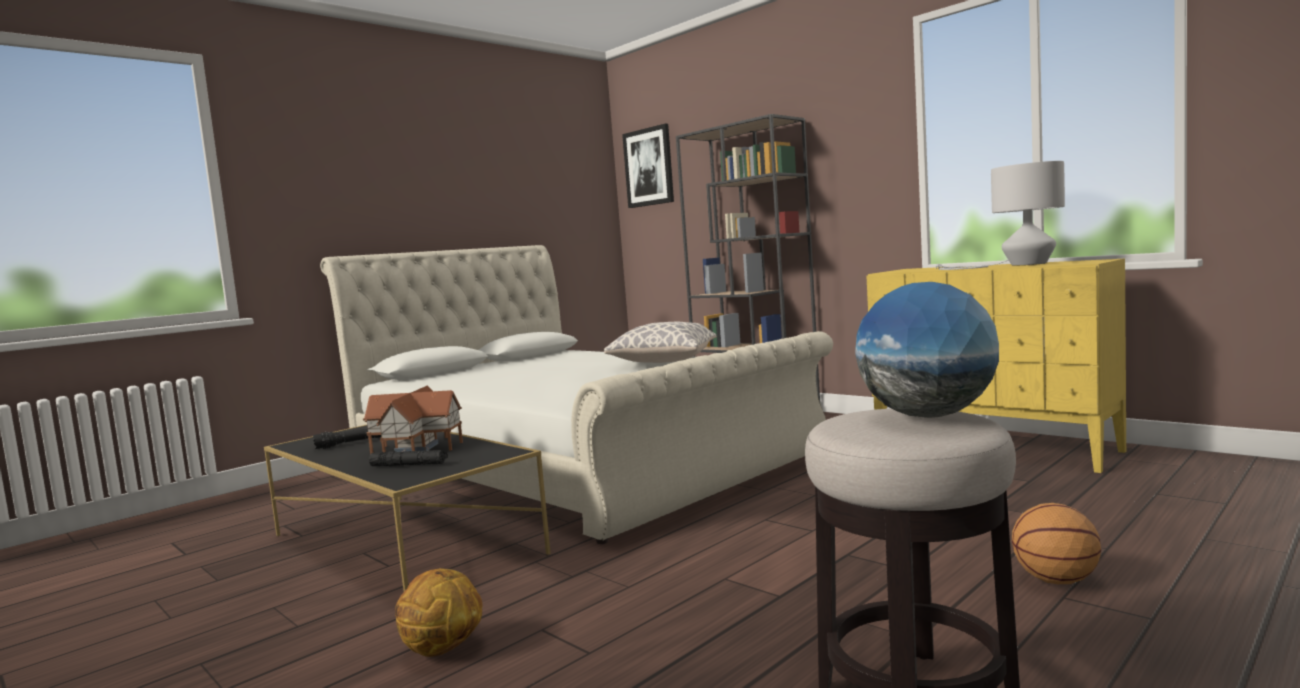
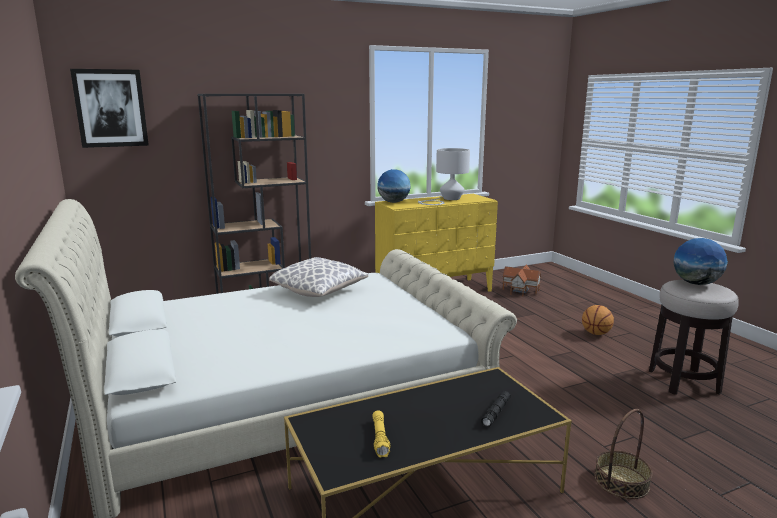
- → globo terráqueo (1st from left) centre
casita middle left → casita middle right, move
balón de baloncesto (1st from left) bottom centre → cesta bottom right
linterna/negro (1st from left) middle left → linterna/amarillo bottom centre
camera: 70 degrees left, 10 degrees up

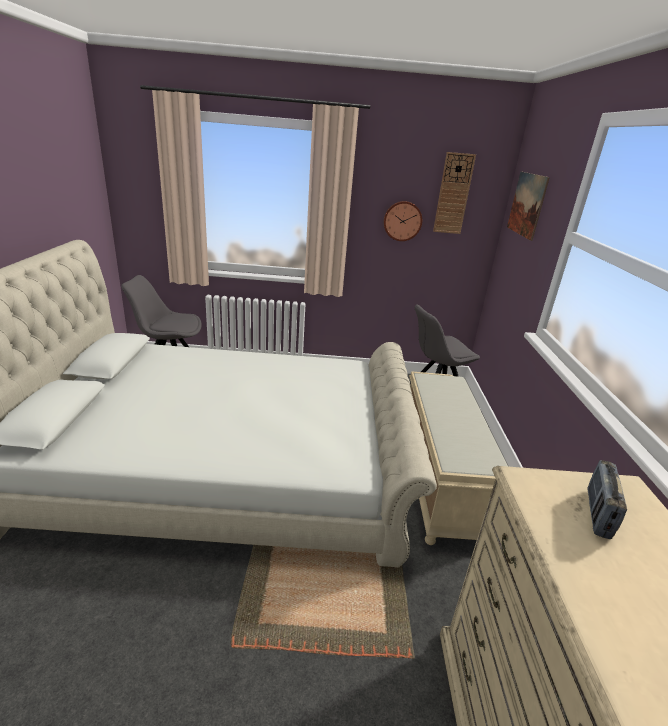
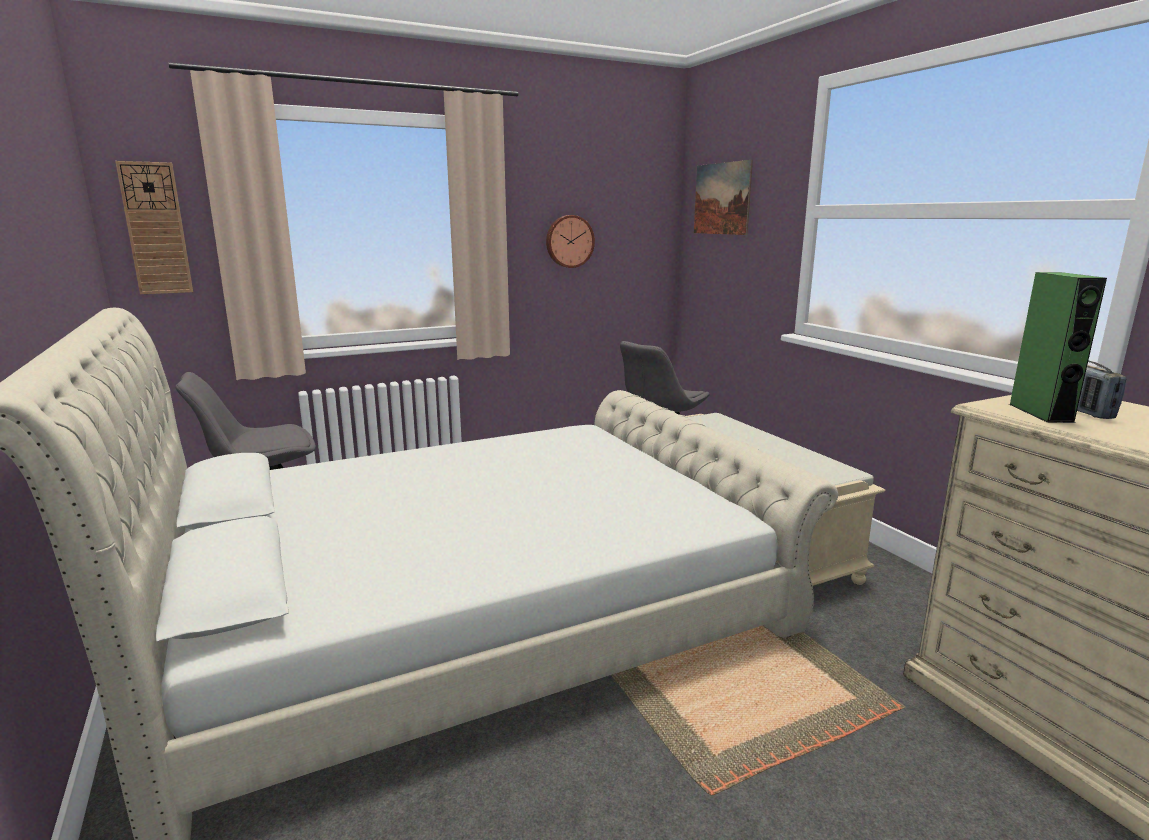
- → altavoz/verde middle right
reloj de pared (2nd from left in the first image) top right → reloj de pared (1st from left) top left, move
camera: 25 degrees left, 10 degrees down

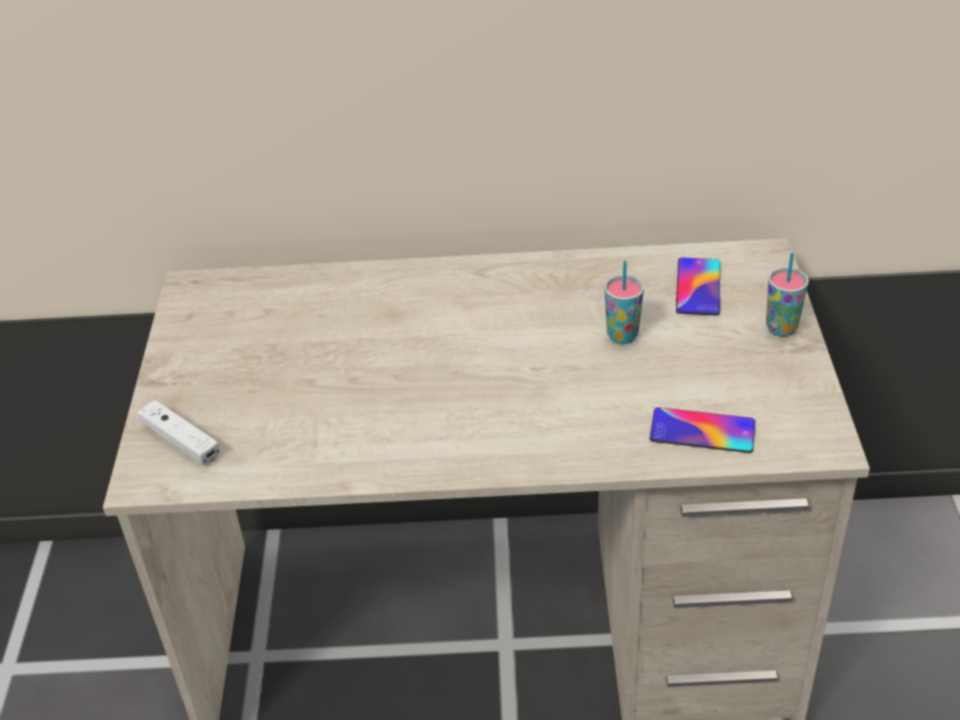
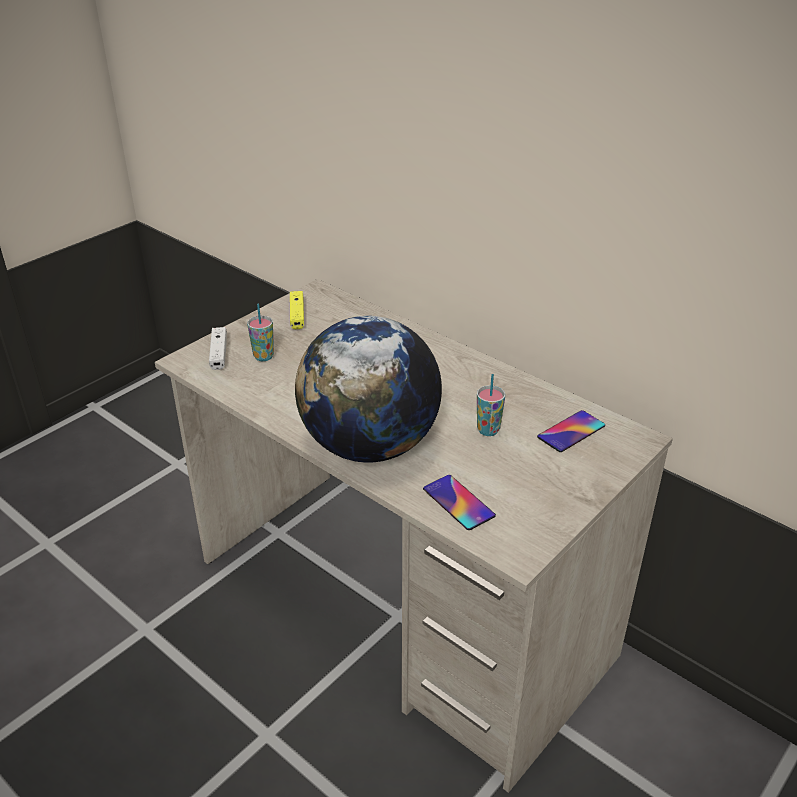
- → mando de consola/amarillo centre
- → globo terráqueo centre
taza (2nd from left in the first image) middle right → taza (1st from left) middle left, move
camera: 40 degrees right, 5 degrees down

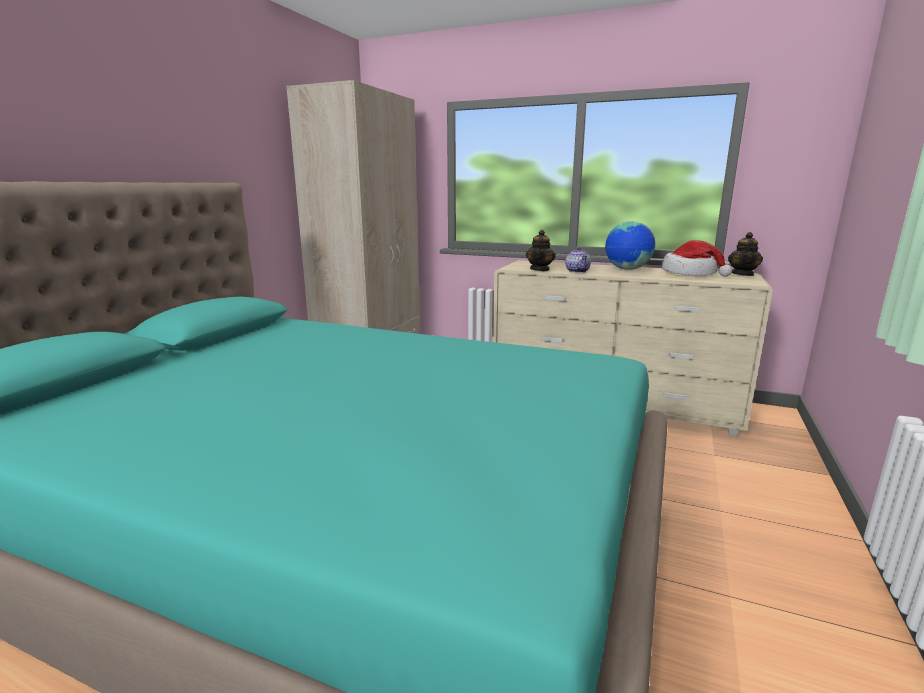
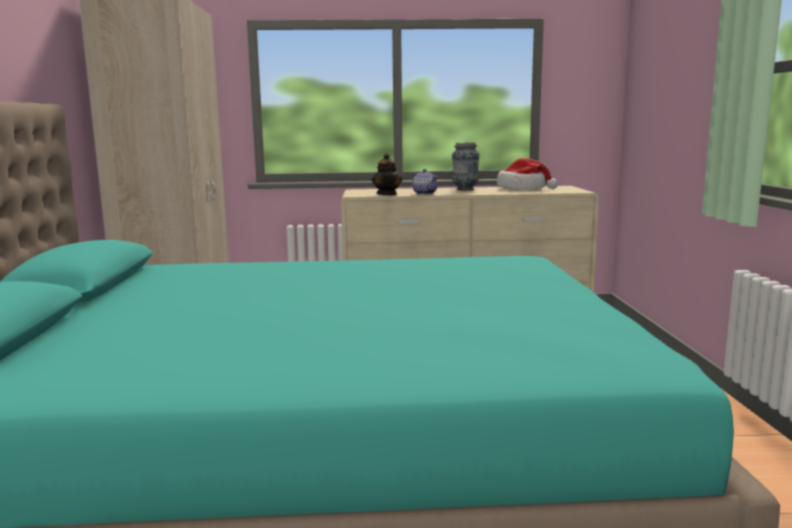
tetera (3rd from left) middle right → -
globo terráqueo middle right → florero top centre
camera: 25 degrees left, 5 degrees down

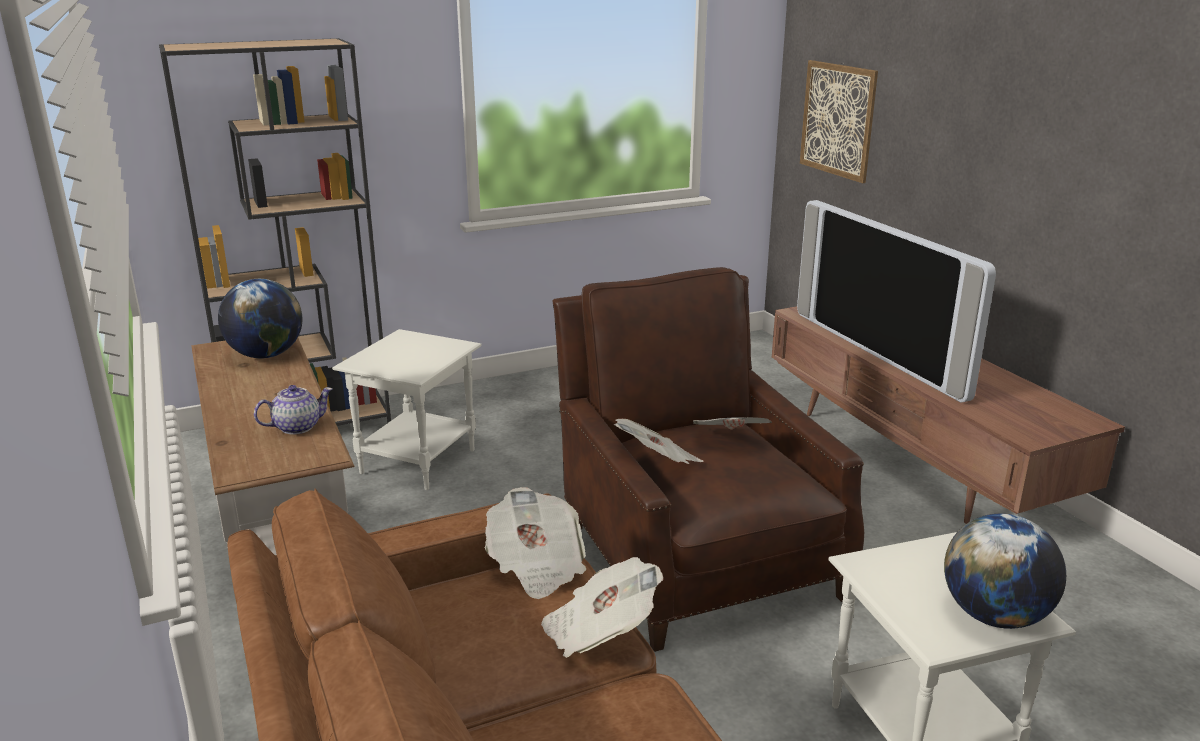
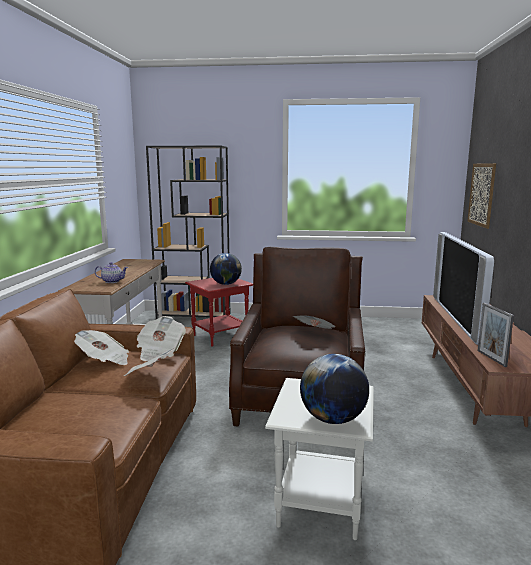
- → portarretratos middle right
globo terráqueo (1st from left) middle left → globo terráqueo (1st from left) centre, move
periódico (3rd from left in the first image) centre → periódico (1st from left) middle left, move
mesa auxiliar/blanco (1st from left) centre → mesa auxiliar/rojo centre
camera: 30 degrees right, 10 degrees down

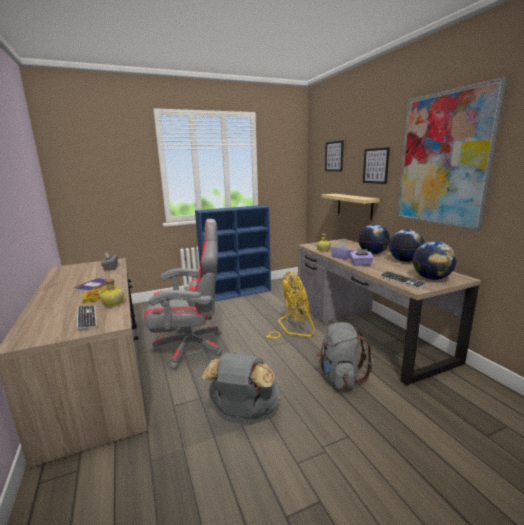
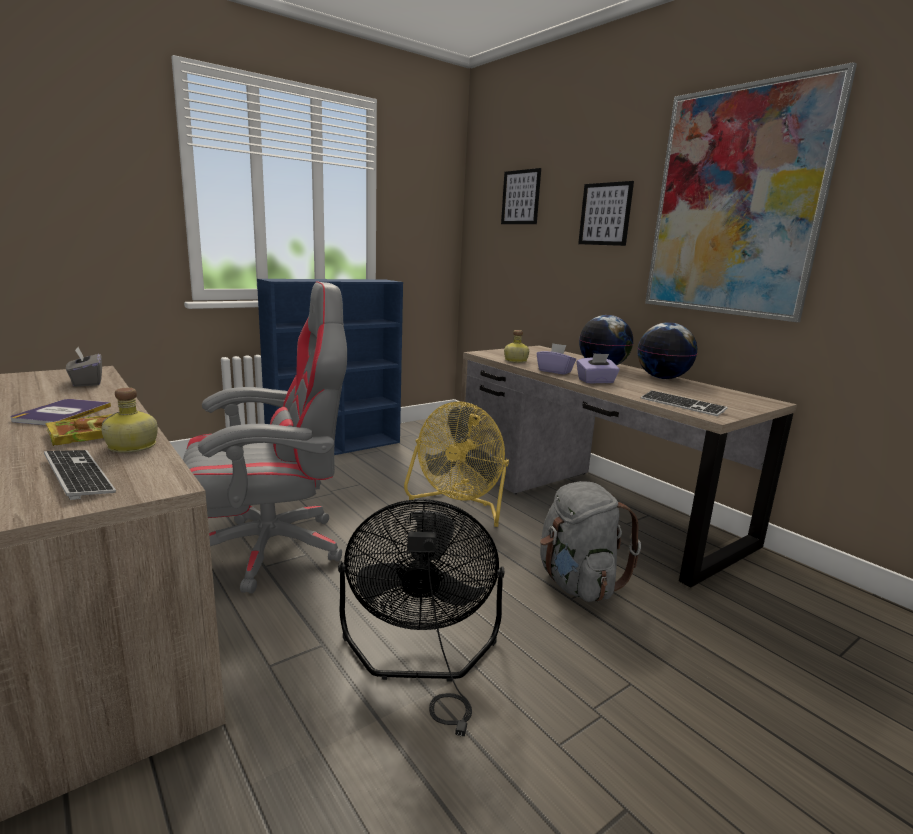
estante middle right → -
globo terráqueo (3rd from left) middle right → -
mochila/gris (1st from left) bottom centre → ventilador/negro bottom centre
ventilador/amarillo centre, 150 degrees clockwise
camera: 15 degrees left, 0 degrees up

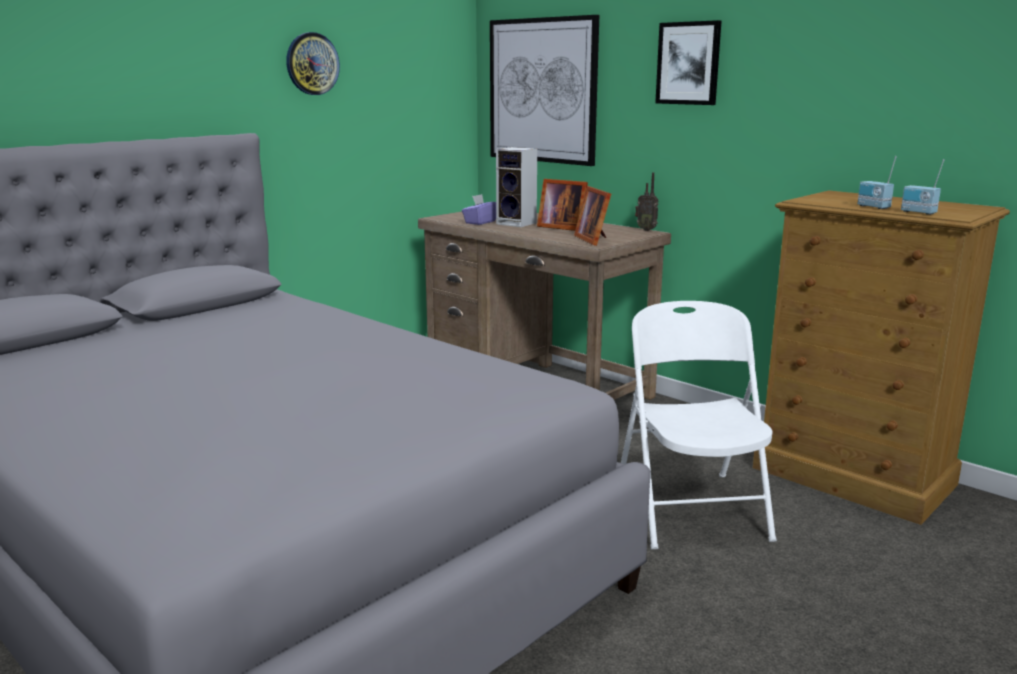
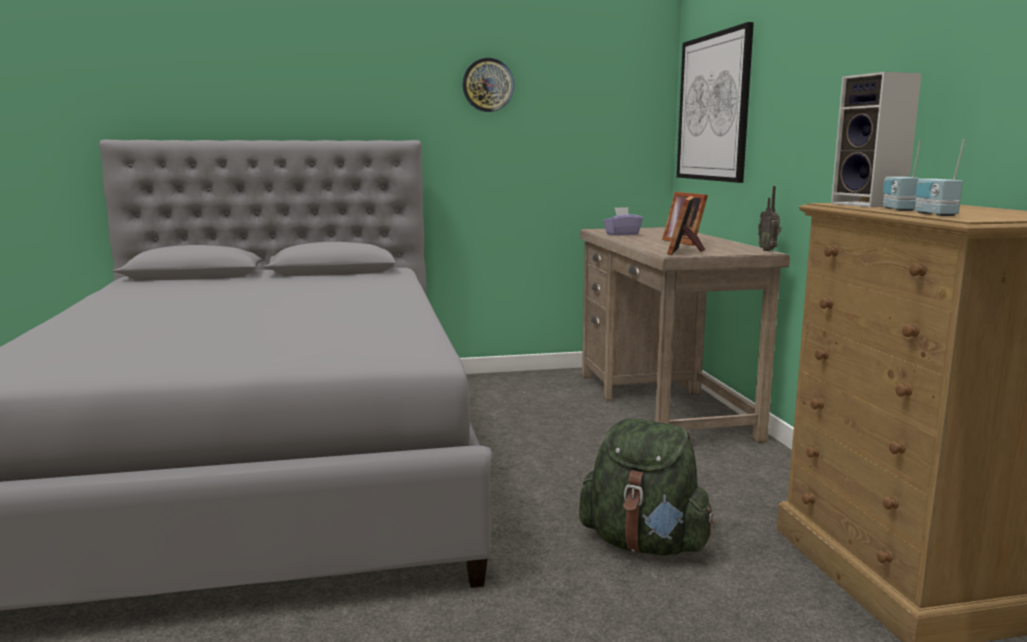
cuadro (2nd from left) top right → -
altavoz top centre → altavoz top right, move
silla/blanco middle right → mochila/verde bottom centre
camera: 35 degrees right, 5 degrees down

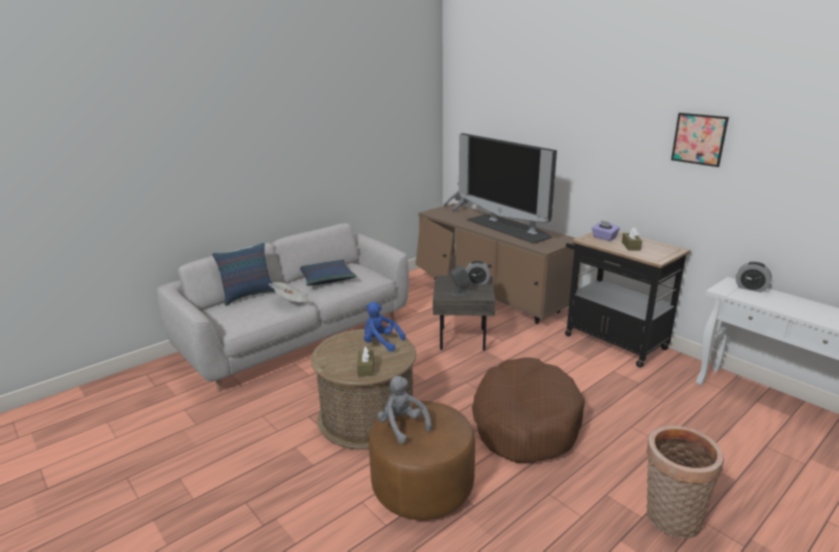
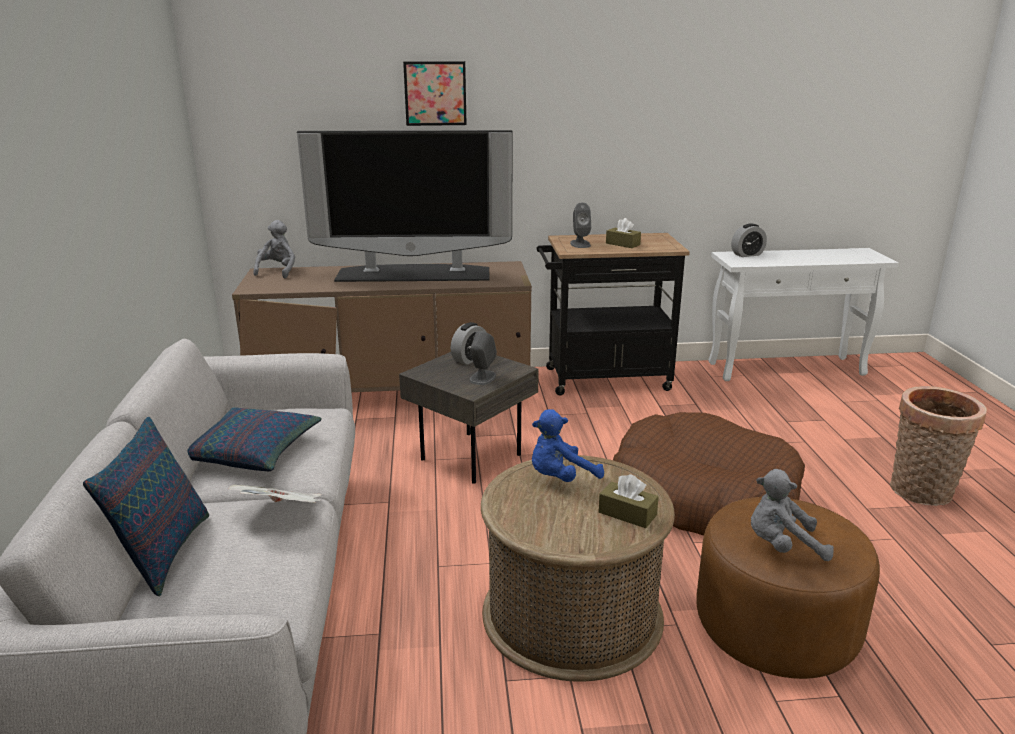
cuadro top right → cuadro top centre, move
caja de pañuelos/morado middle right → altavoz/gris (2nd from left) top centre
camera: 55 degrees left, 0 degrees up

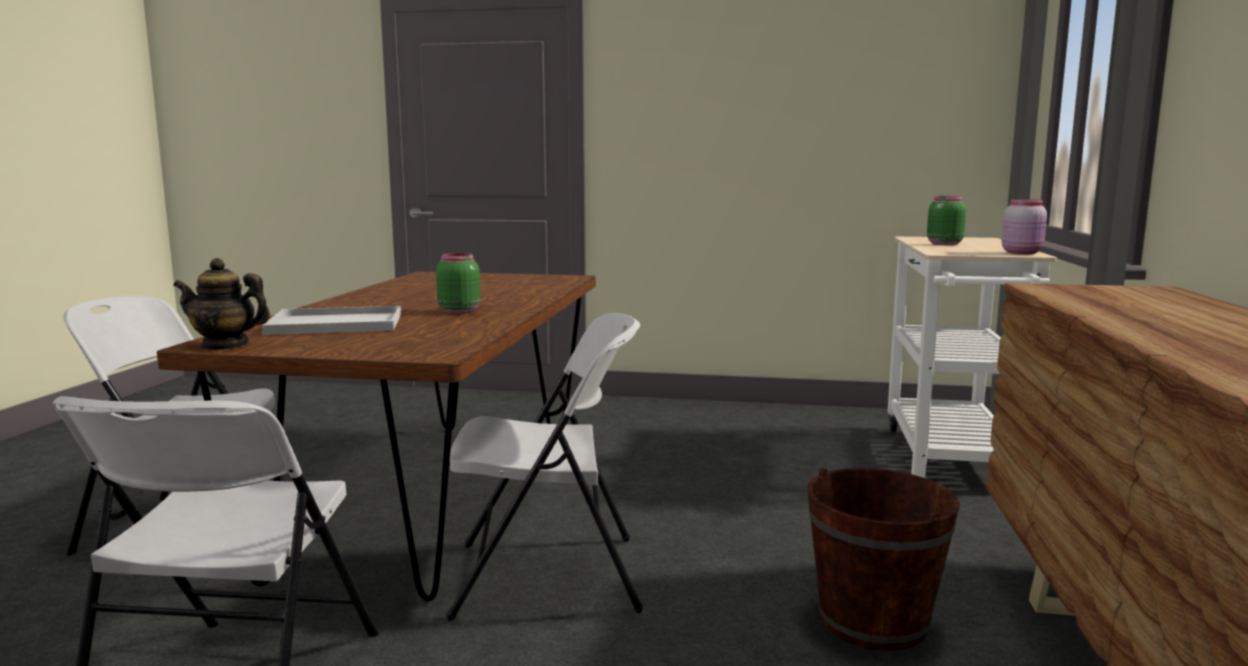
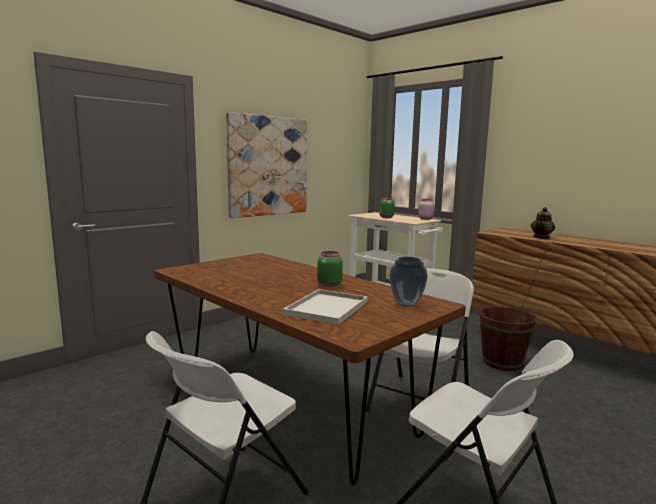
- → cuadro top centre
- → florero centre
tetera middle left → tetera middle right, move
camera: 55 degrees left, 0 degrees up

